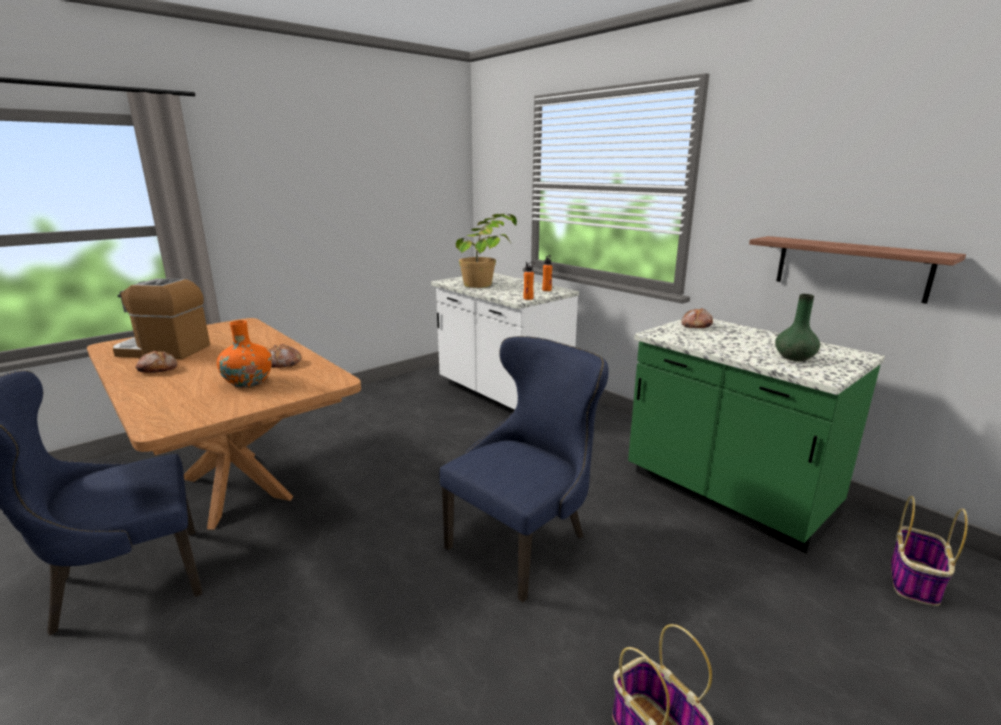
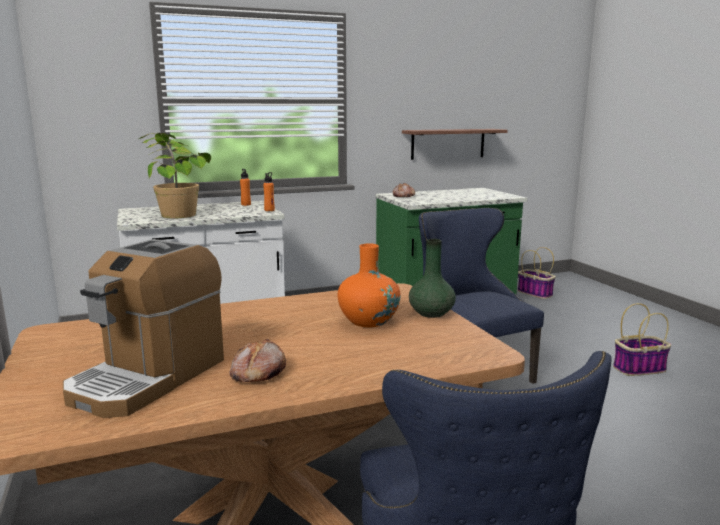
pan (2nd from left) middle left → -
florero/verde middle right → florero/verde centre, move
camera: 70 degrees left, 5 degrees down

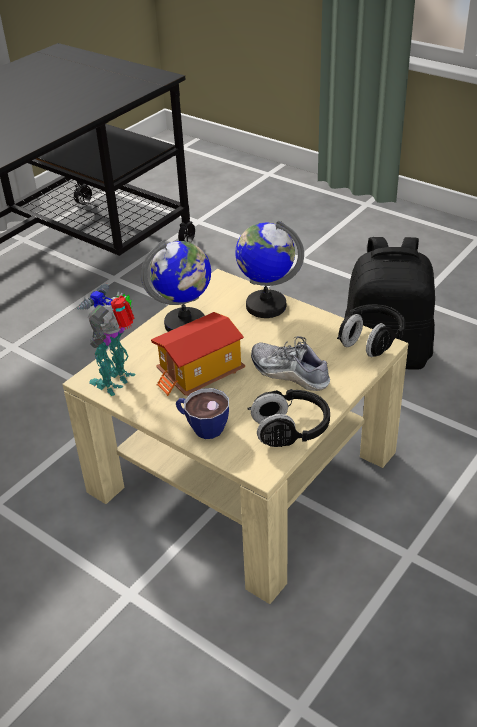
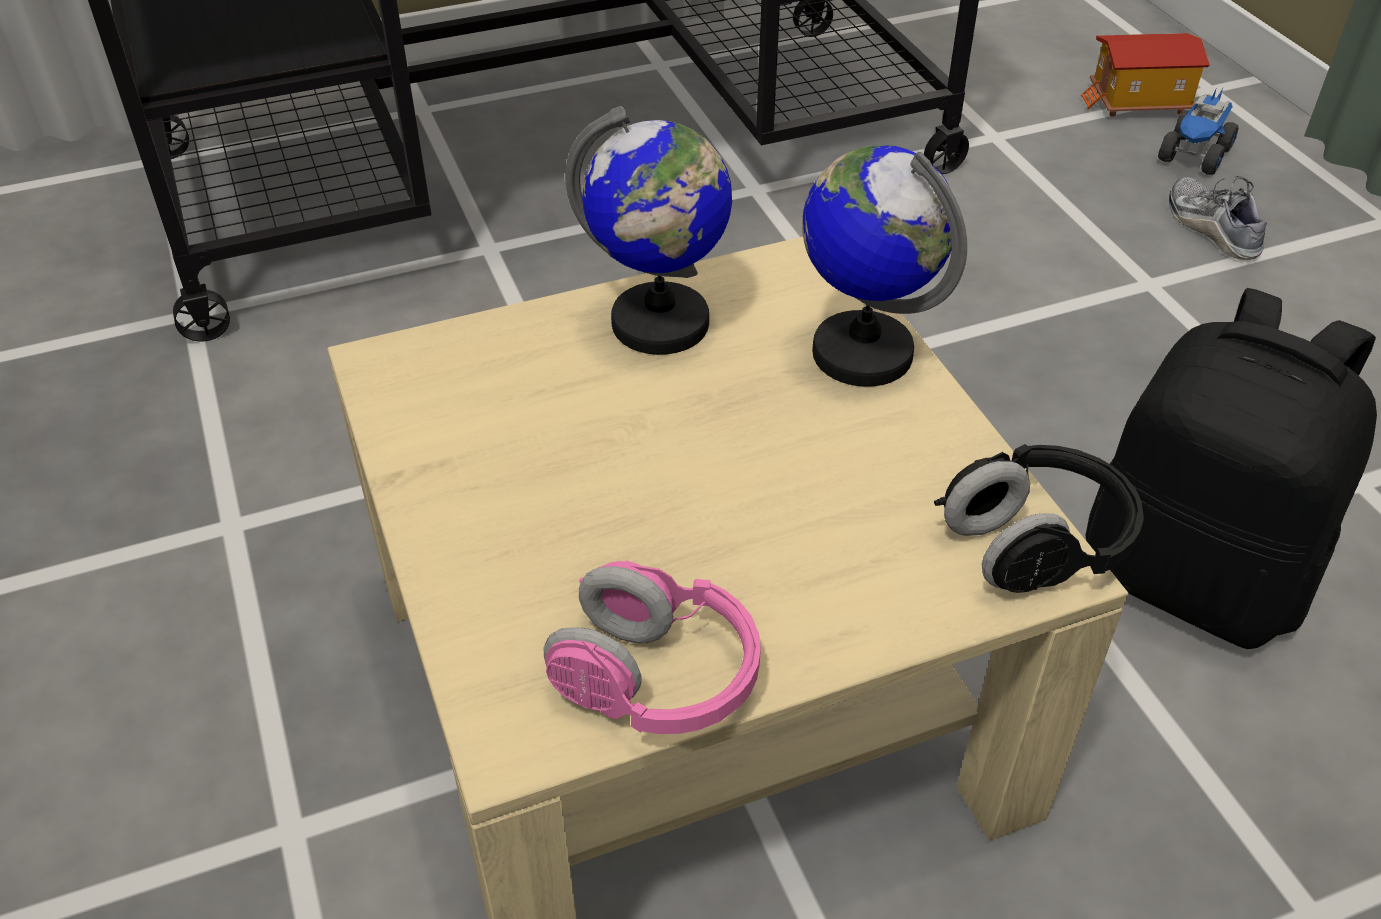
robot de juguete middle left → -
taza centre → -
- → camión de juguete top right
casita centre → casita top right, move
zapato centre → zapato top right, move
auriculares/negro (1st from left) centre → auriculares/rosa bottom centre
camera: 30 degrees right, 5 degrees up

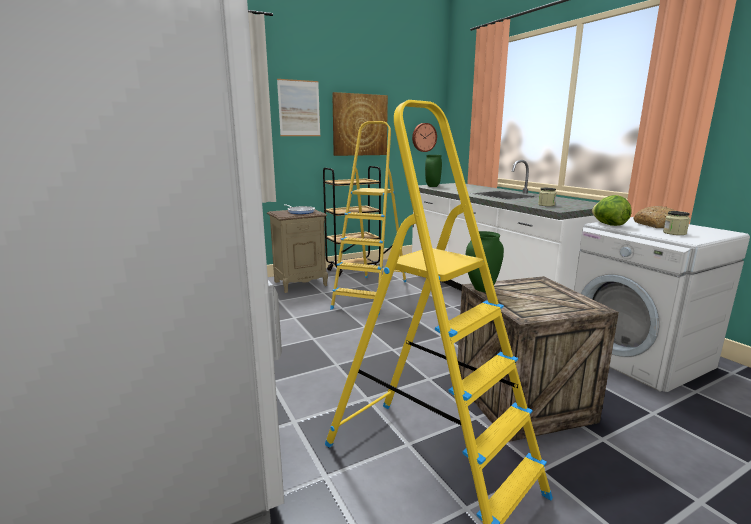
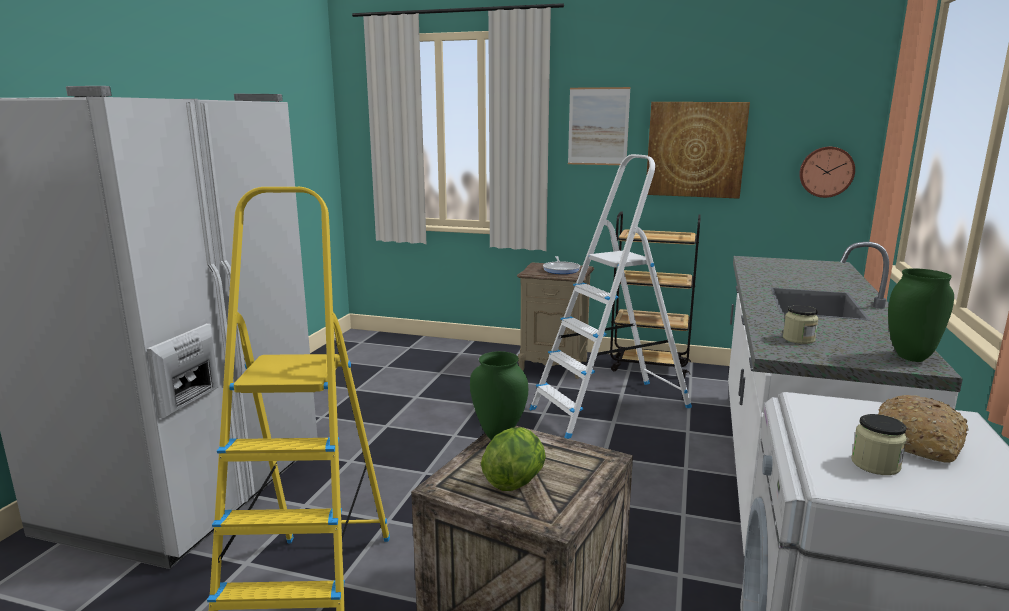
florero/verde (1st from left in the first image) top centre → florero/verde (2nd from left) middle right, move
lechuga middle right → lechuga bottom centre, move
escalera de tijera/amarillo (1st from left) centre → escalera de tijera/blanco centre
camera: 45 degrees right, 0 degrees up

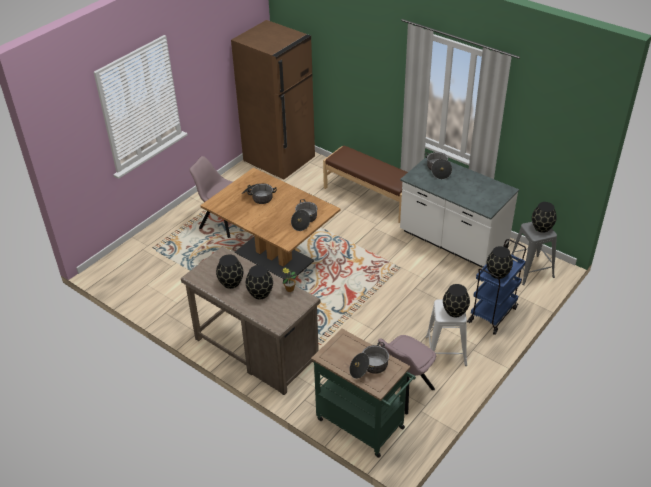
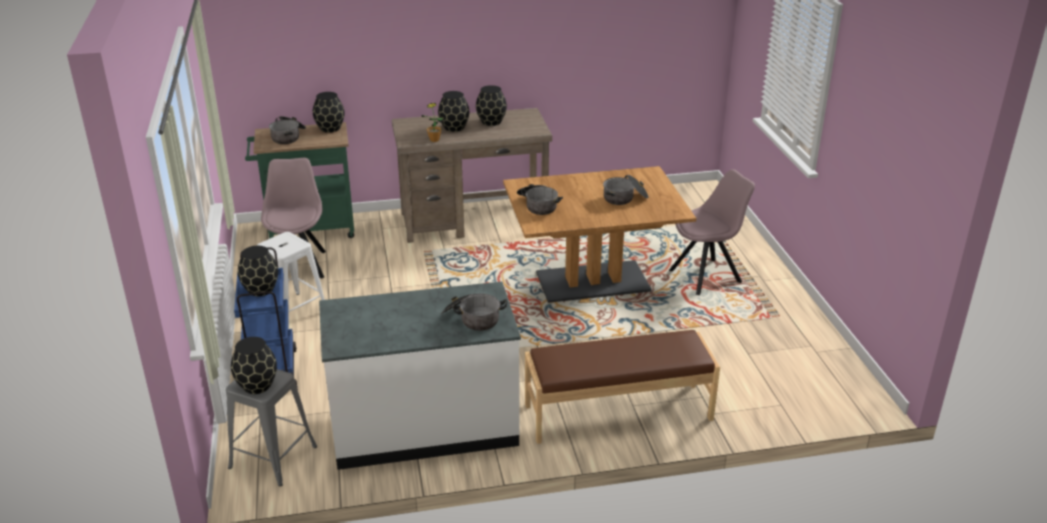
nevera/marrón top centre → -
florero/negro (3rd from left) middle right → florero/negro (3rd from left) top left, move
camera: 130 degrees right, 10 degrees down

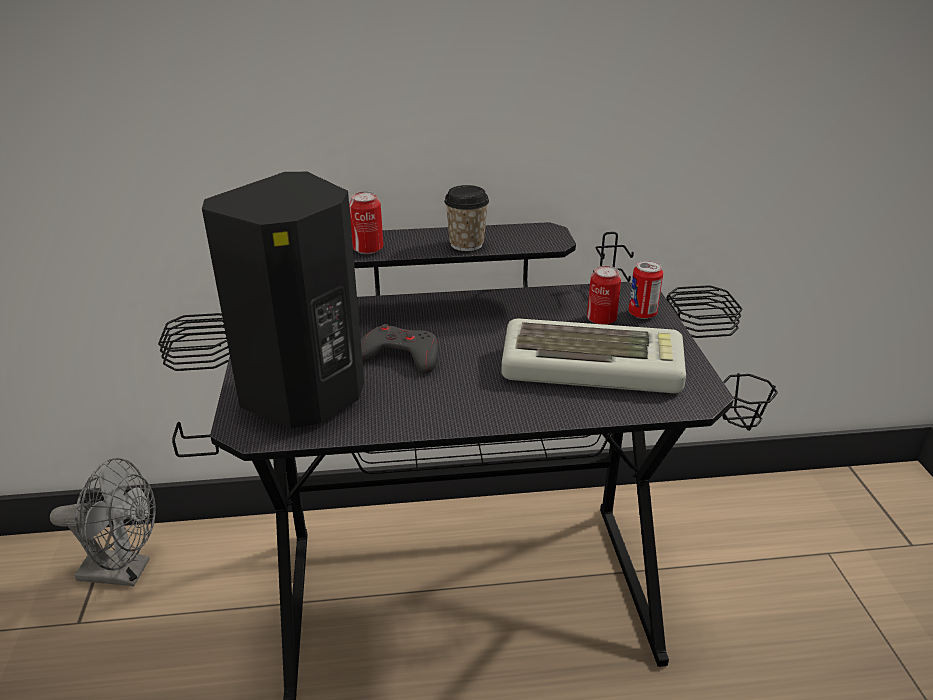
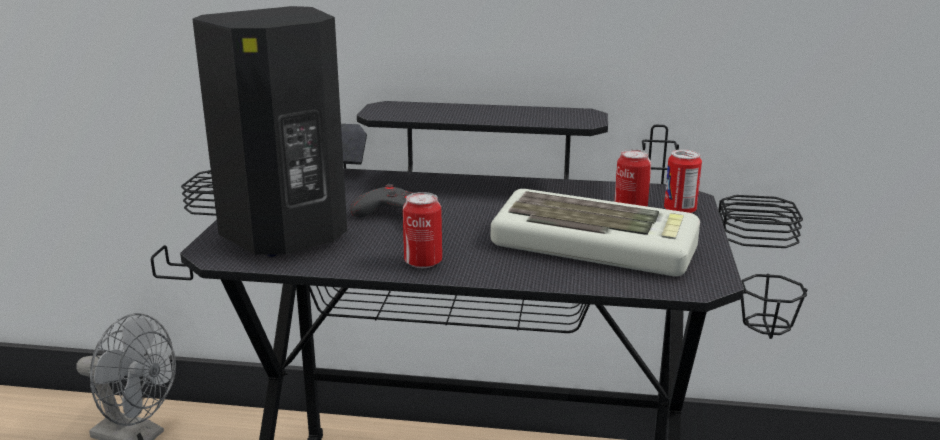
taza top centre → -
lata (1st from left) top centre → lata (1st from left) centre, move
camera: 15 degrees right, 10 degrees down

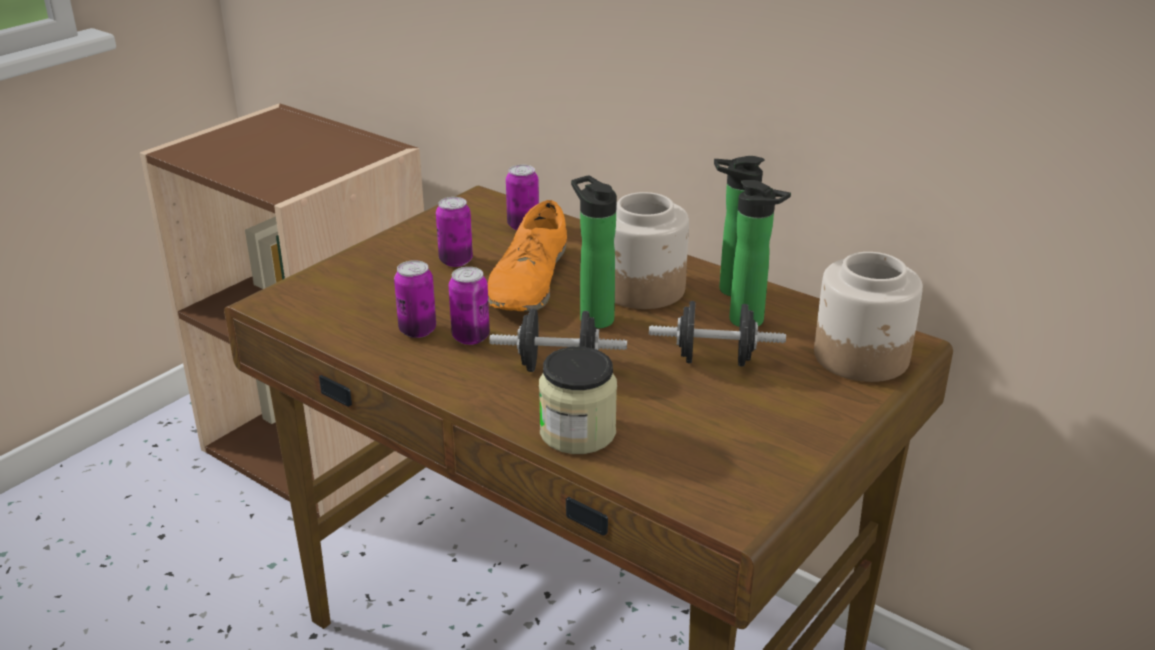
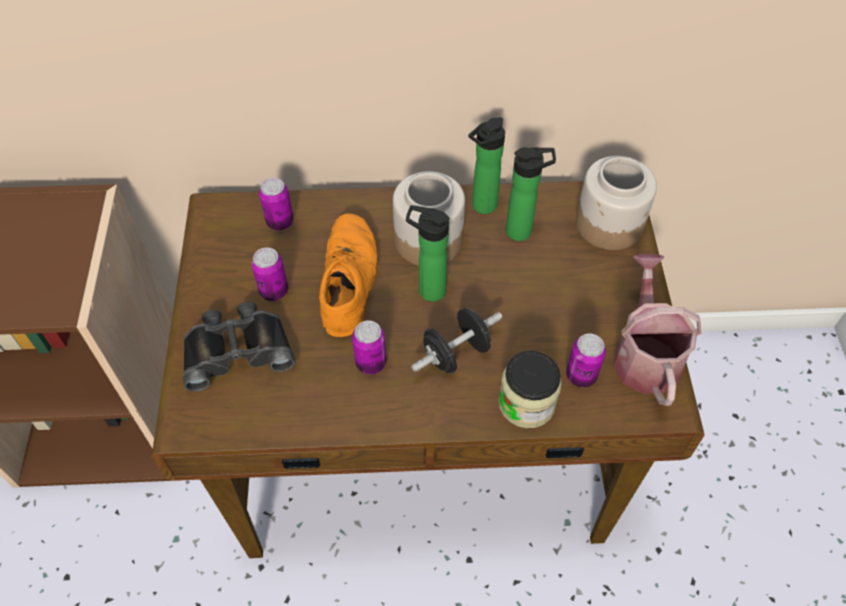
mancuerna/negro (2nd from left) centre → -
- → prismáticos/negro middle left
- → regadera middle right
lata (1st from left in the first image) centre → lata (4th from left) middle right, move
zapato/naranja centre, 150 degrees counterclockwise
camera: 40 degrees left, 25 degrees up

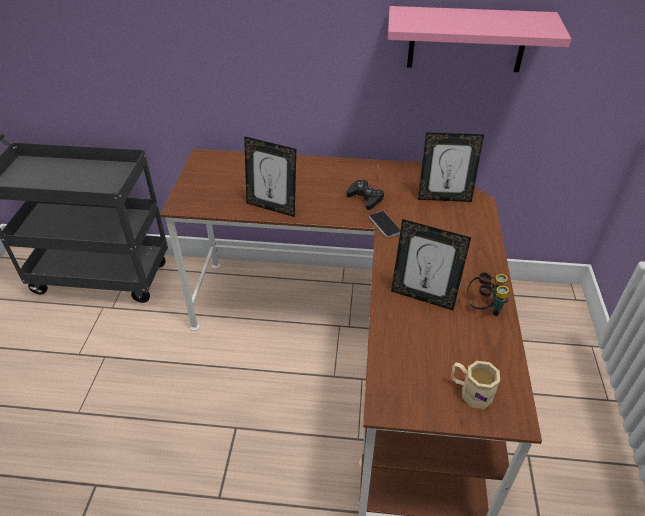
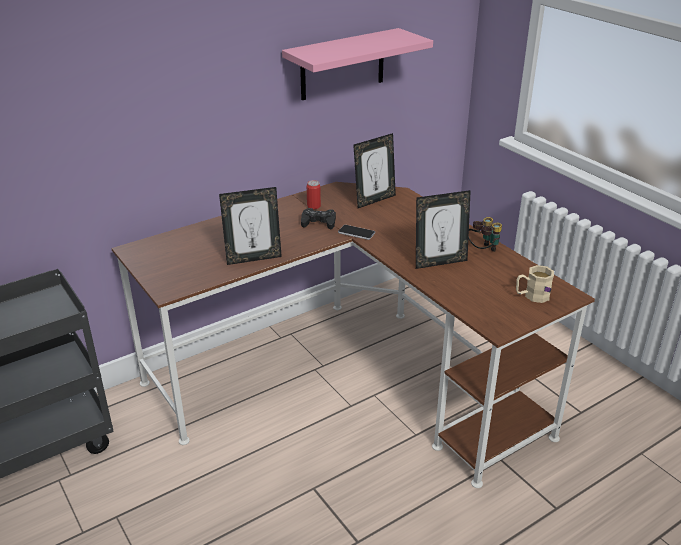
- → lata centre
camera: 40 degrees left, 10 degrees down

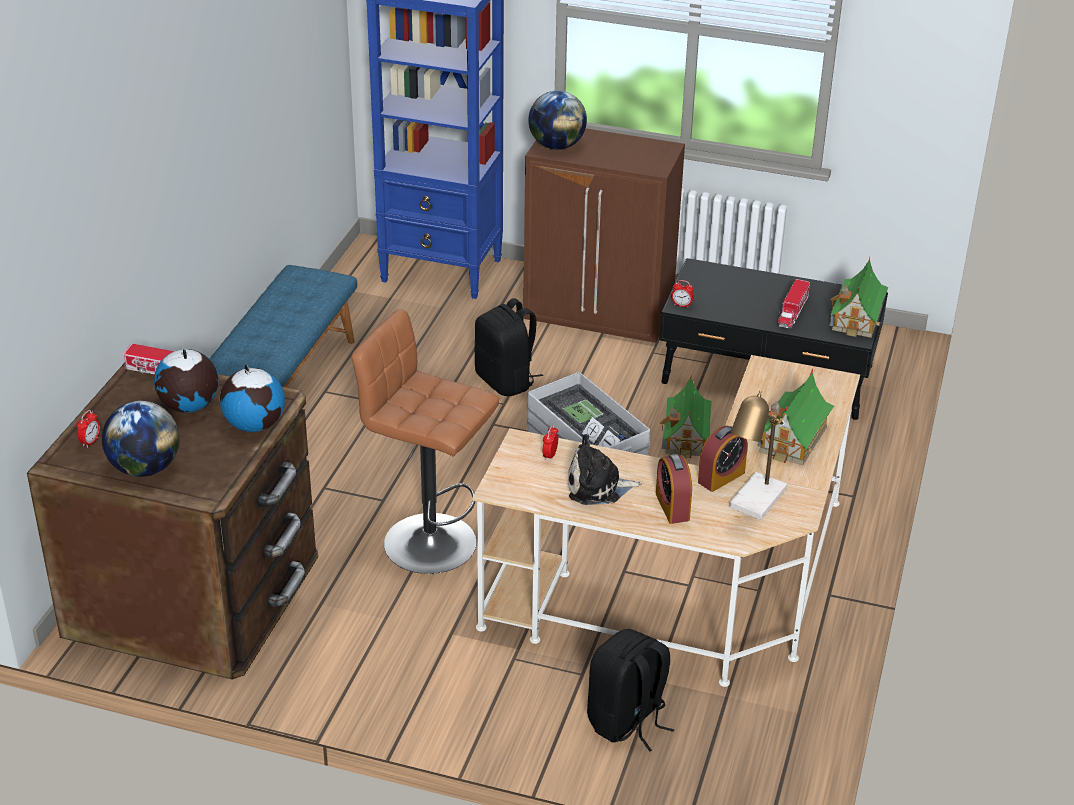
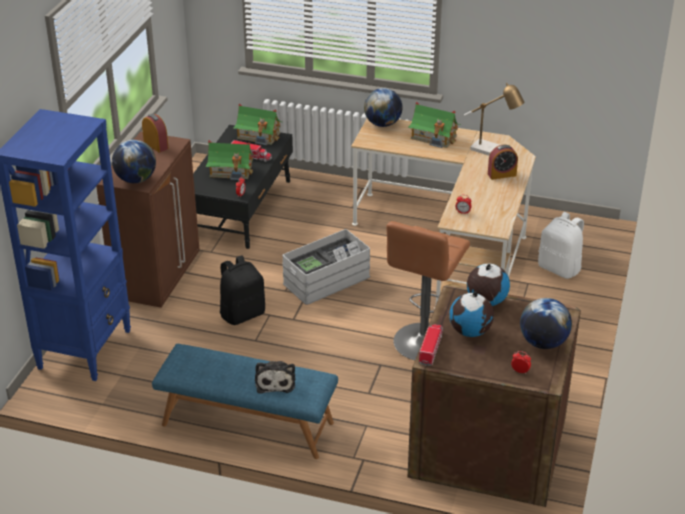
- → globo terráqueo (2nd from left) top centre
peluche centre → peluche bottom centre, move
casita (1st from left) centre → casita (1st from left) top centre, move
despertador (5th from left in the first image) middle right → despertador (1st from left) top left, move
mochila/negro (2nd from left) bottom centre → mochila/blanco middle right
camera: 90 degrees left, 0 degrees up

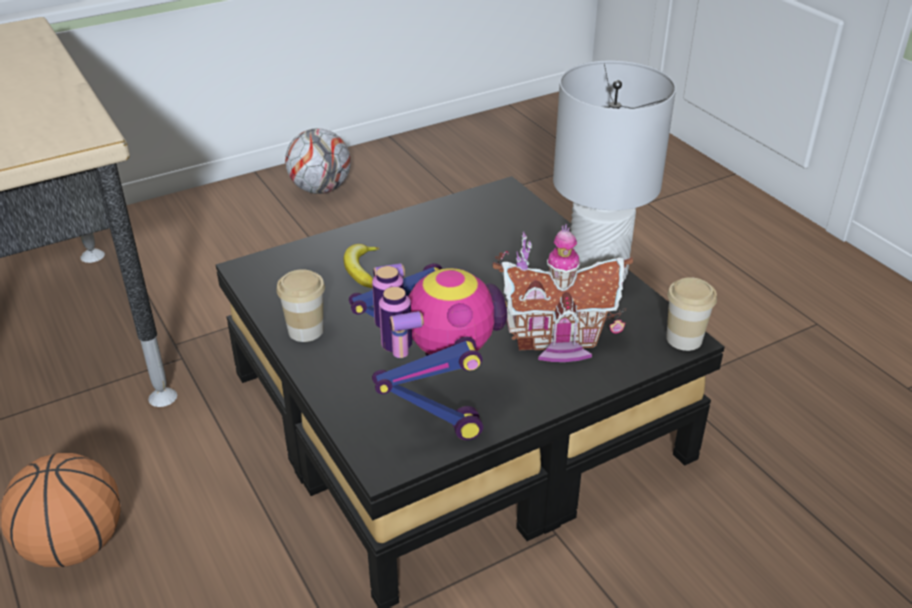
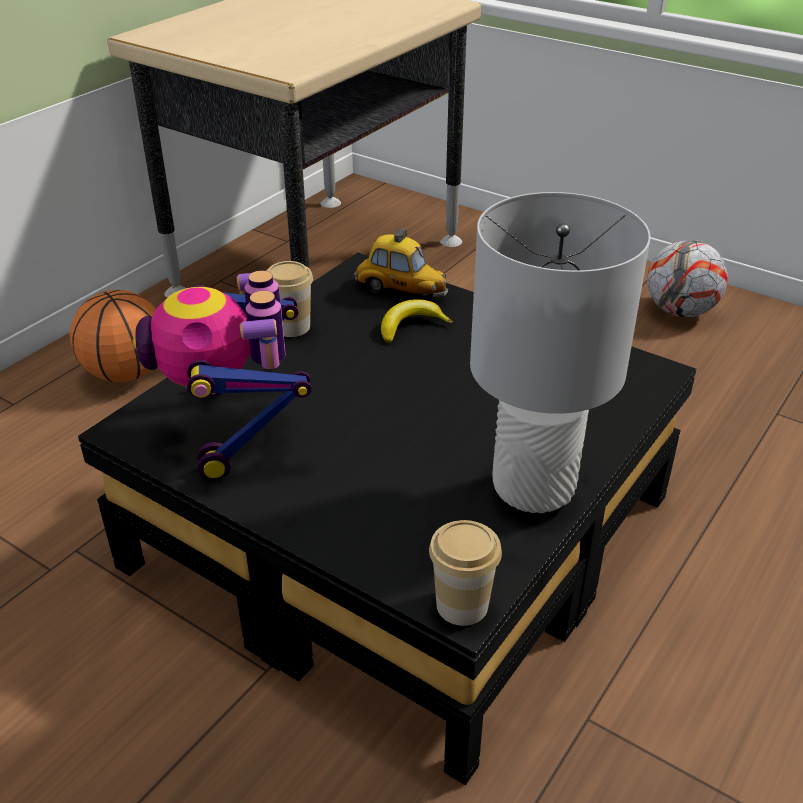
casita centre → -
- → coche de juguete top centre
robot de juguete centre → robot de juguete middle left, 120 degrees clockwise
camera: 65 degrees right, 0 degrees up

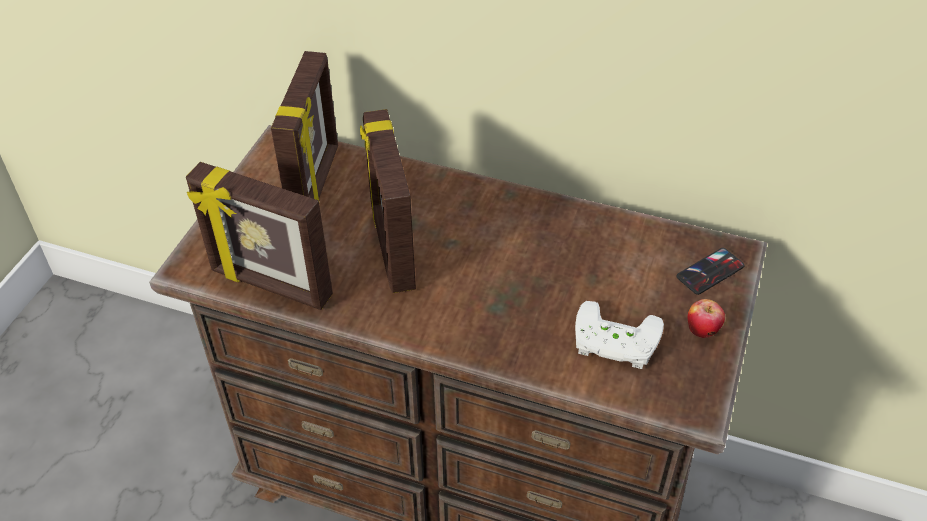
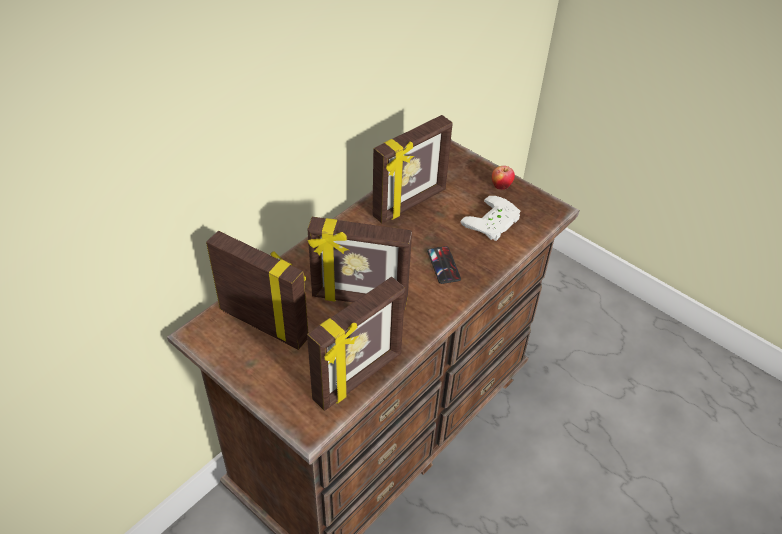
- → portarretratos (4th from left) top centre
móvil middle right → móvil centre, move
camera: 70 degrees left, 0 degrees up

